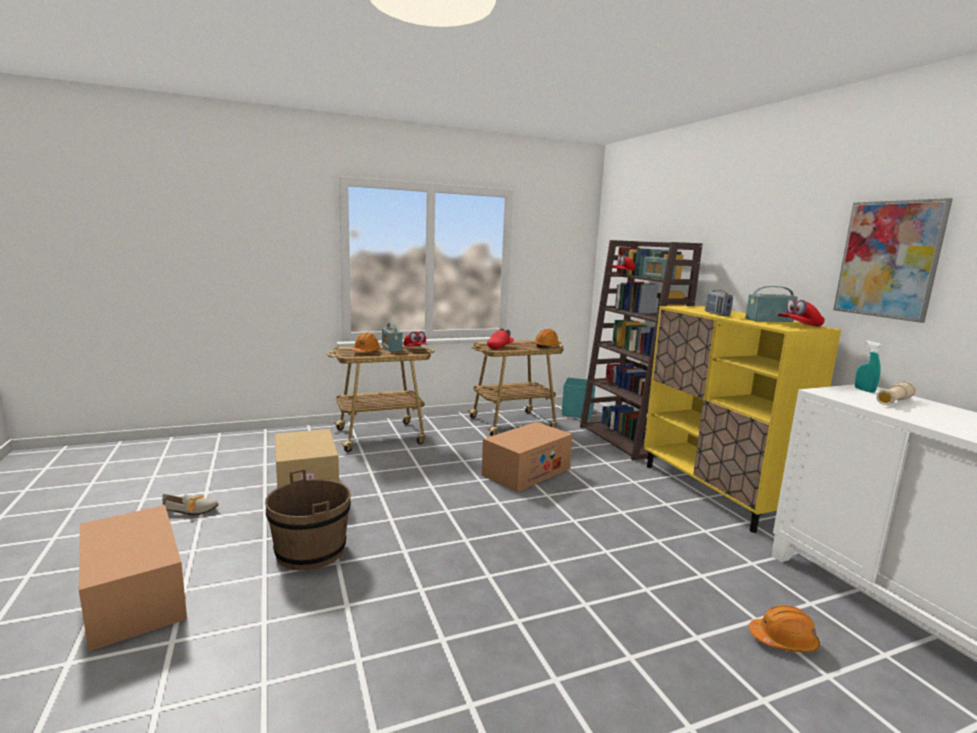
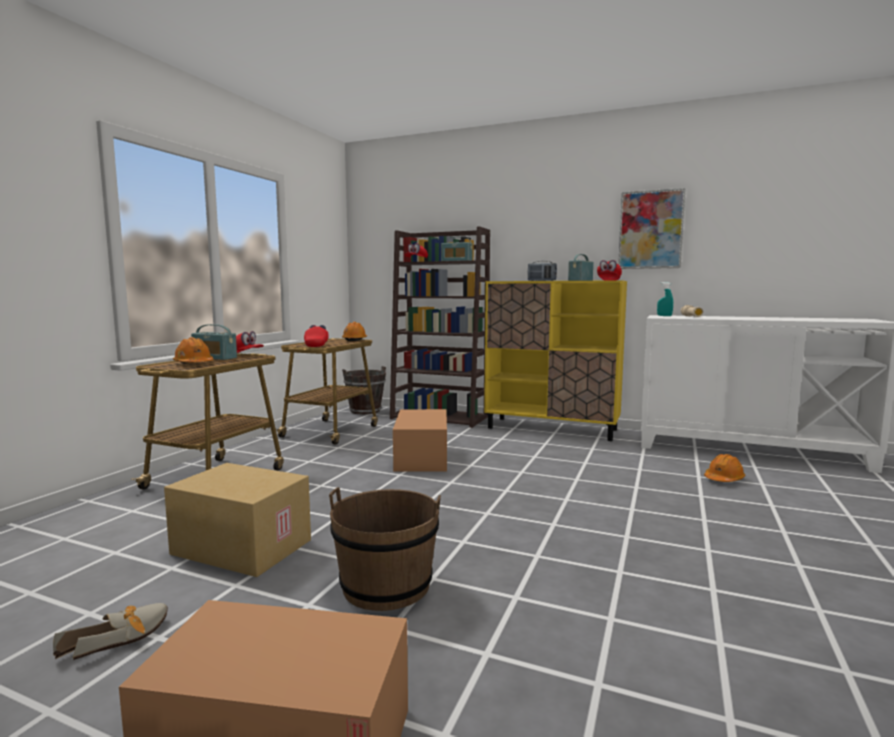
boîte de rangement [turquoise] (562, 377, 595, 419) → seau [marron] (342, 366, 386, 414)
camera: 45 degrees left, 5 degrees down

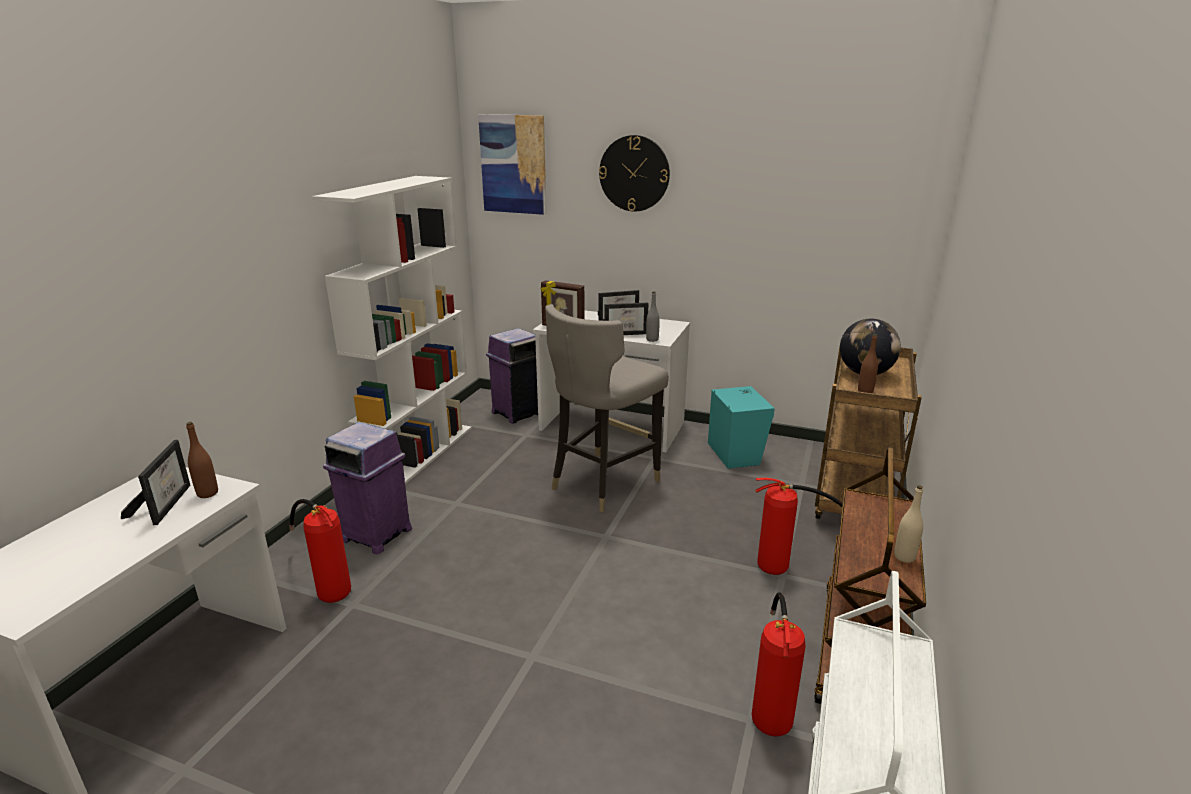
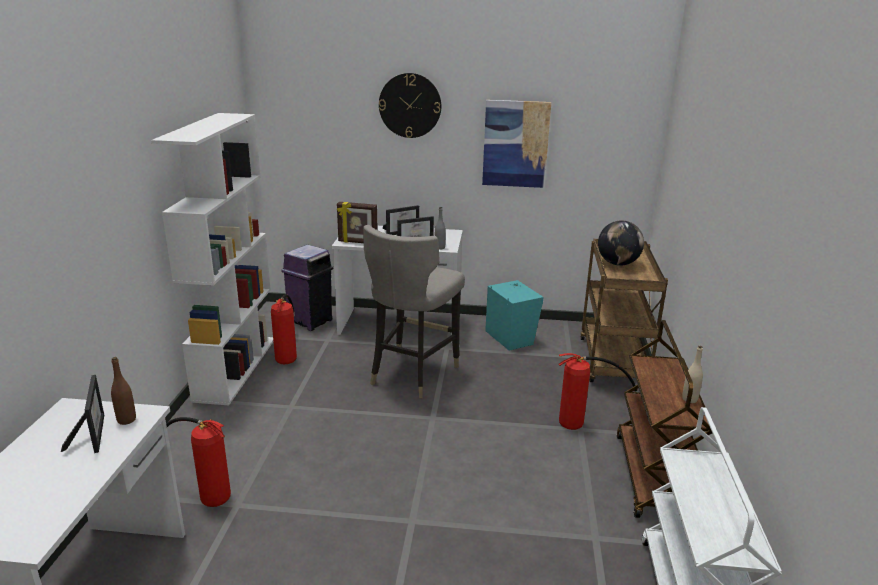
extincteur (752, 592, 806, 736) → extincteur (271, 294, 297, 364), shifted
tableau (478, 114, 547, 215) → tableau (482, 100, 551, 188), shifted
poubelle [violet] (323, 422, 412, 554) → -
bouteille [marron] (858, 334, 878, 393) → -
camera: 15 degrees left, 0 degrees up

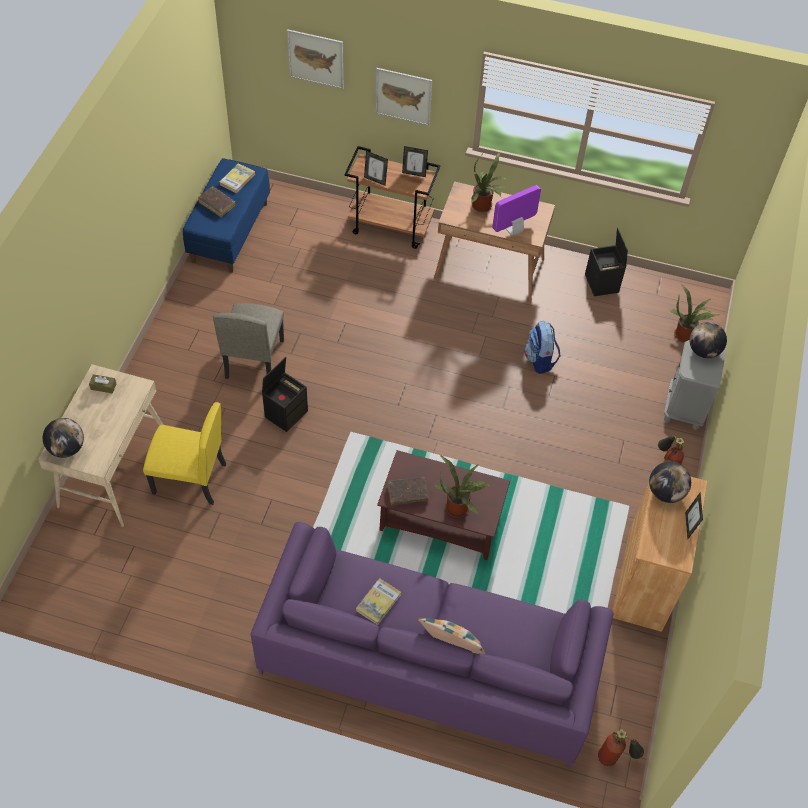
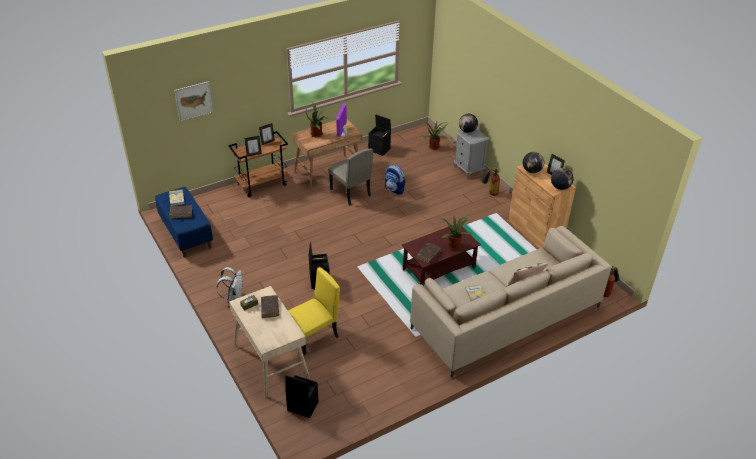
- → sac à dos [blanc] (216, 267, 243, 302)
- → livre [marron] (261, 295, 279, 318)
- → boîte de rangement [noir] (285, 375, 319, 418)
chaise [beige] (213, 303, 284, 379) → chaise [beige] (328, 149, 373, 206), shifted
canapé [violet] (250, 522, 613, 767) → canapé [beige] (410, 226, 612, 378)
globe (43, 418, 84, 458) → globe (551, 168, 574, 190), shifted
tableau (375, 68, 432, 126) → -
camera: 45 degrees left, 15 degrees down

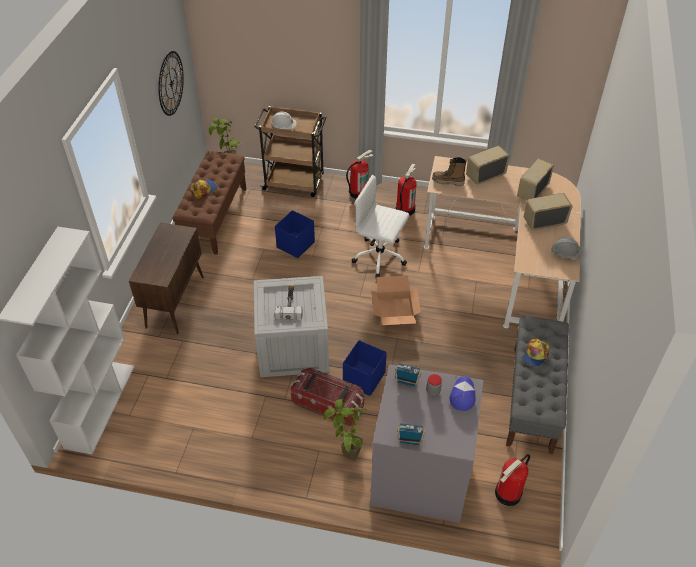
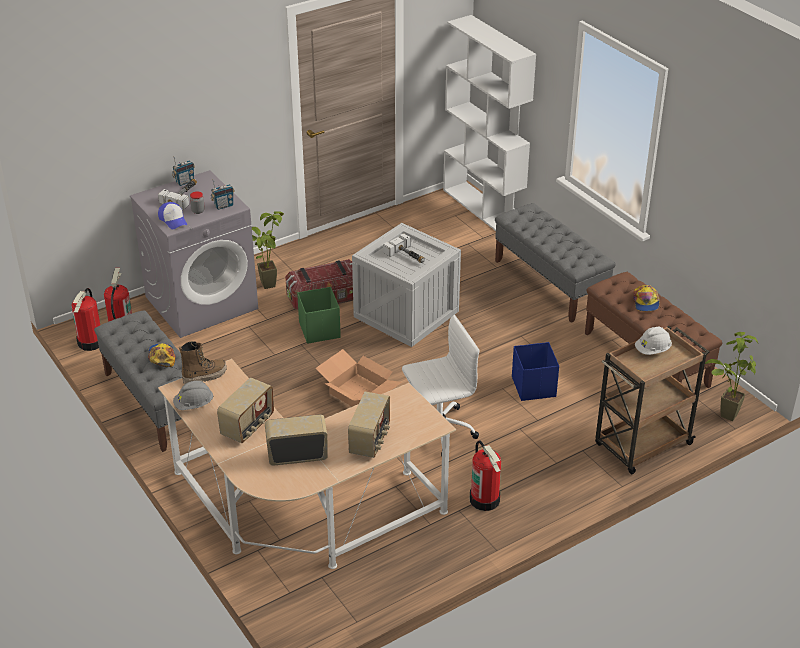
extincteur (346, 150, 373, 199) → extincteur (72, 288, 100, 351), shifted
- → marteau (158, 179, 197, 210)
botte (432, 157, 467, 187) → botte (179, 341, 227, 385), shifted
radio (517, 159, 554, 200) → radio (265, 414, 328, 466), 90 degrees counterclockwise
boîte de rangement [bleu] (343, 340, 387, 396) → boîte de rangement [vert] (297, 287, 341, 344)
meuble de rangement [marron] (129, 223, 204, 334) → banc [gris] (495, 203, 616, 323)
horloge murale (158, 51, 184, 116) → -
camera: 135 degrees right, 10 degrees down

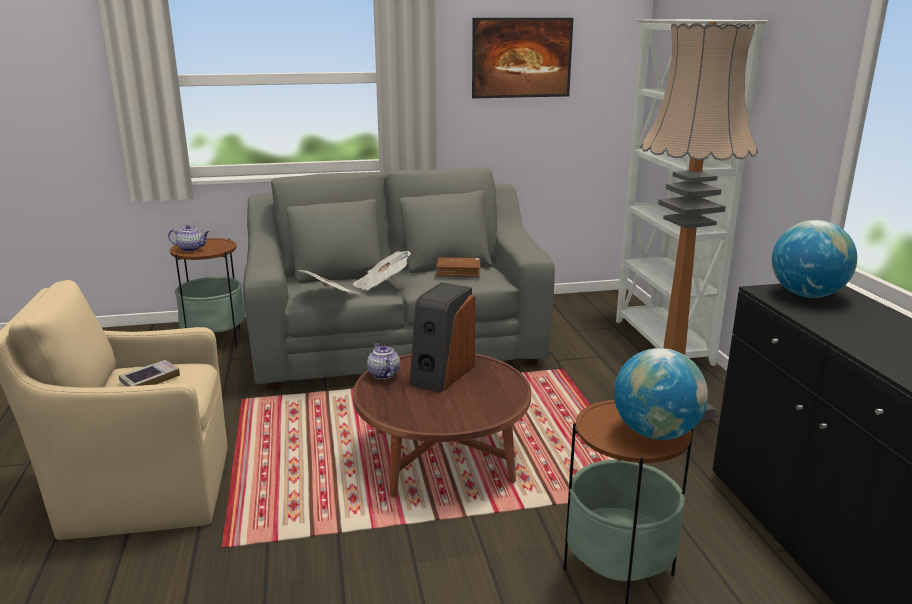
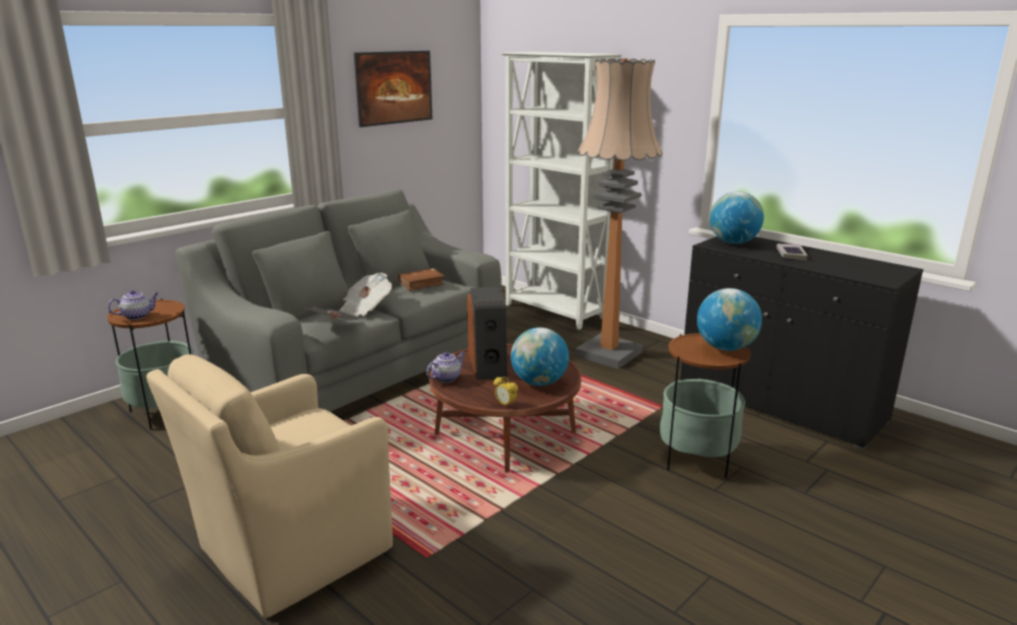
théière (367, 343, 400, 379) → théière (427, 352, 465, 383), 105 degrees clockwise
- → réveil (494, 377, 518, 408)
- → globe (511, 327, 569, 386)
livre (119, 360, 180, 387) → livre (776, 244, 808, 261), shifted
camera: 35 degrees left, 0 degrees up

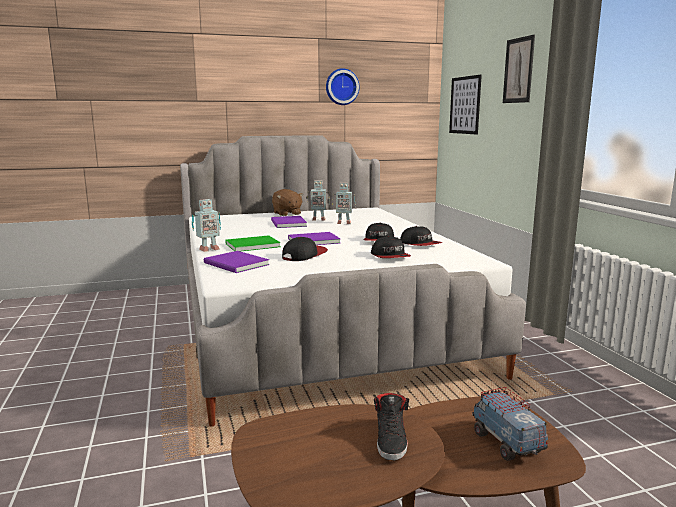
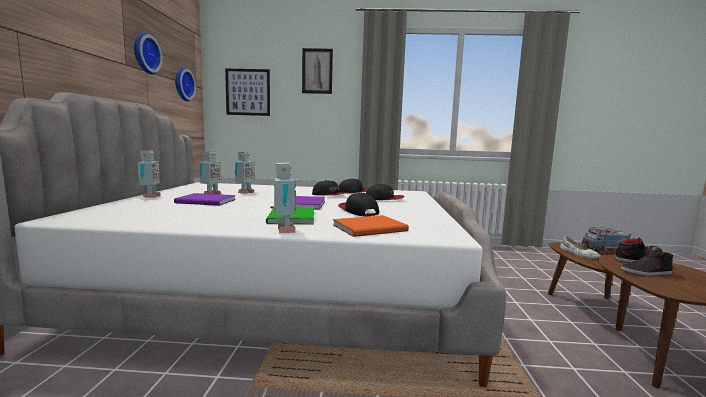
peluche [marron] (272, 189, 304, 216) → robot jouet (138, 151, 161, 198)
- → horloge murale (175, 67, 196, 101)
livre [violet] (204, 251, 270, 273) → livre [orange] (333, 215, 409, 237)
- → chaussure [blanc] (560, 236, 601, 258)
- → chaussure [noir] (621, 246, 673, 276)
camera: 70 degrees left, 5 degrees down

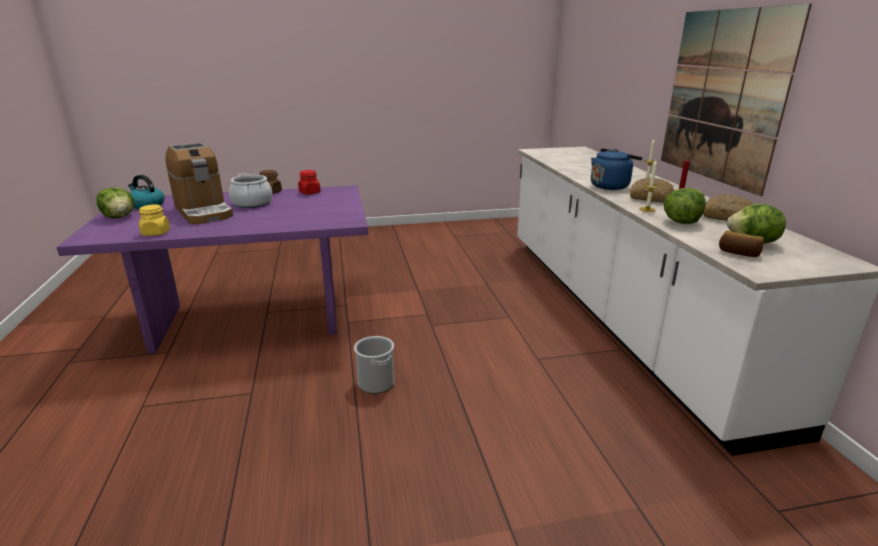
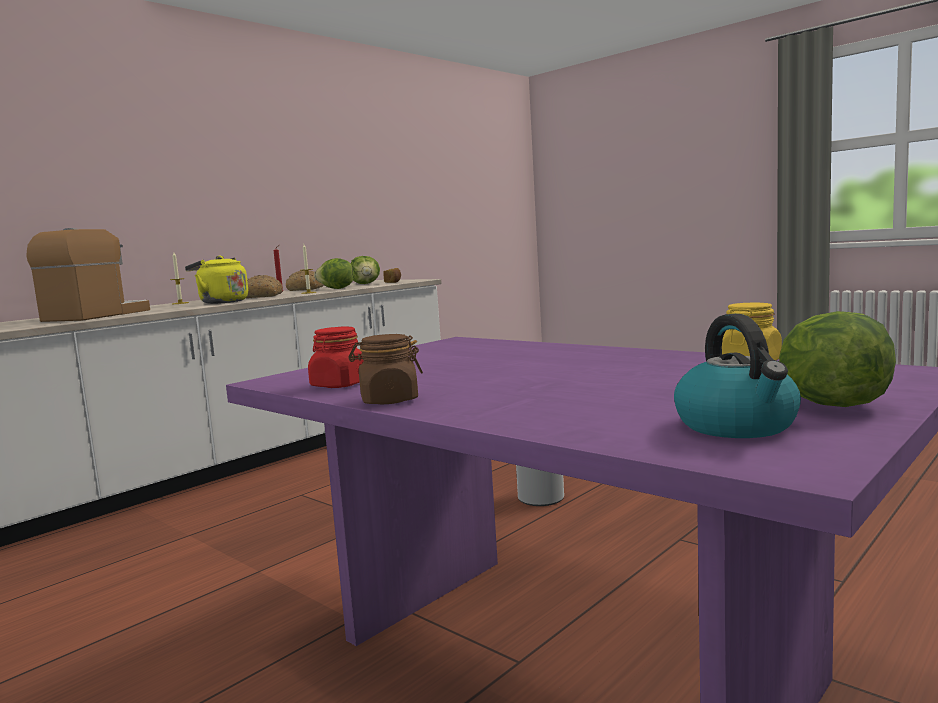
machine à café (165, 143, 233, 224) → machine à café (27, 228, 150, 322), shifted
bouilloire [bleu] (591, 148, 642, 190) → bouilloire [jaune] (185, 255, 248, 304)
marmite (229, 173, 272, 208) → -
tableau (661, 3, 812, 196) → -
camera: 125 degrees left, 15 degrees down

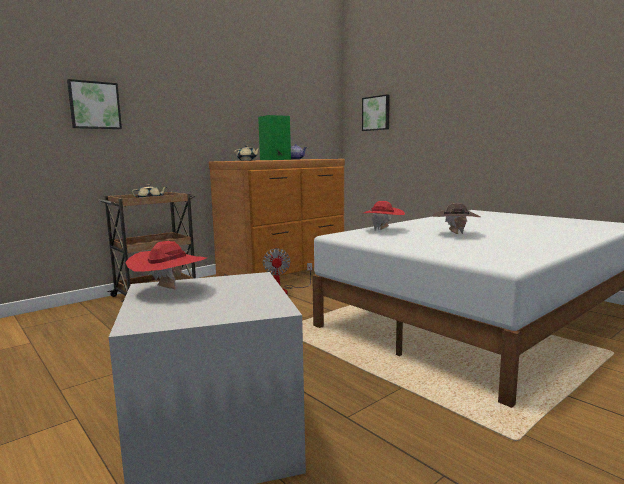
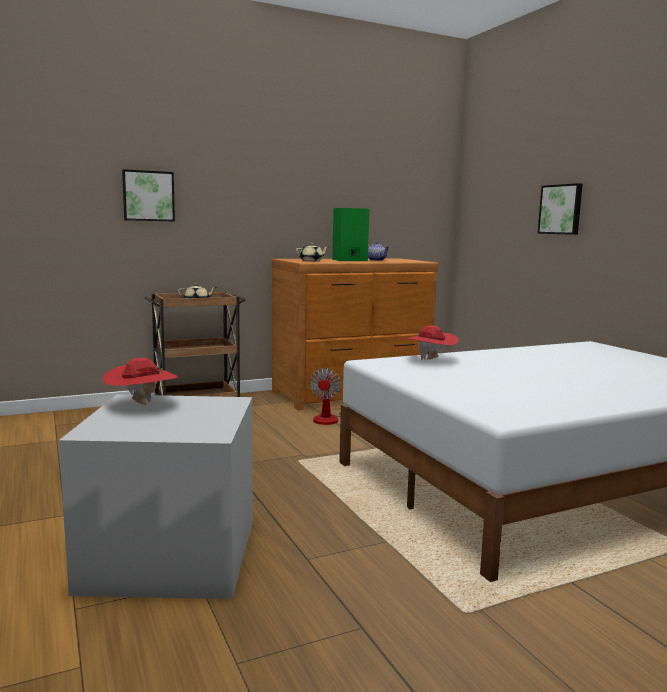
tableau (362, 94, 390, 131) → tableau (538, 183, 583, 235), shifted
chapeau [marron] (432, 203, 480, 234) → -
camera: 15 degrees right, 0 degrees up

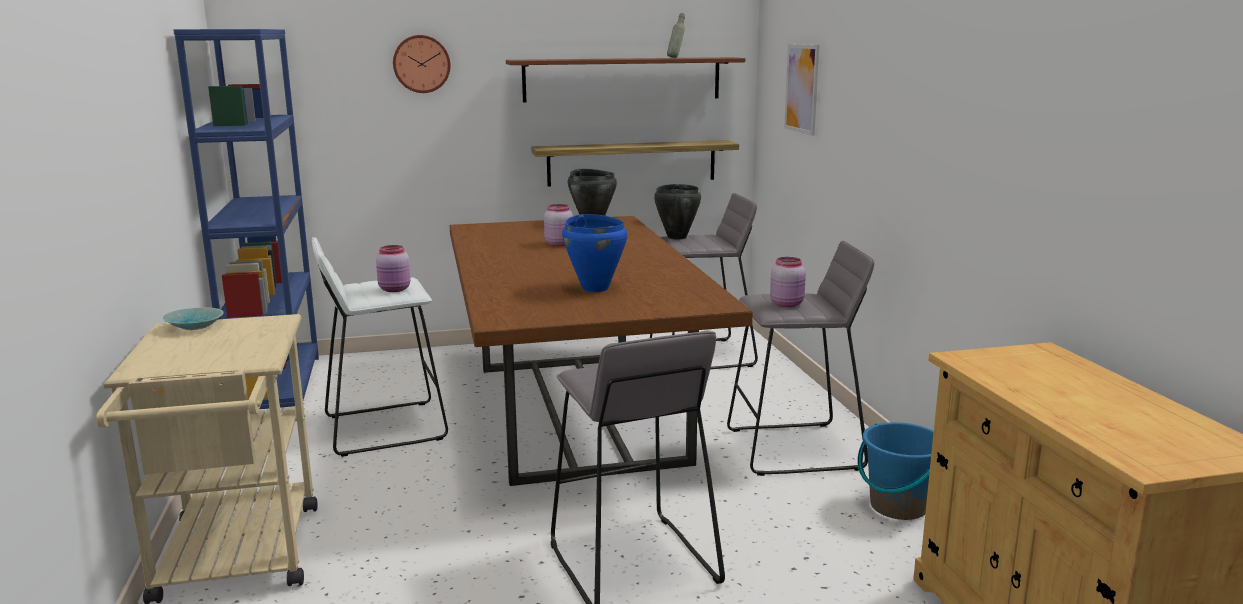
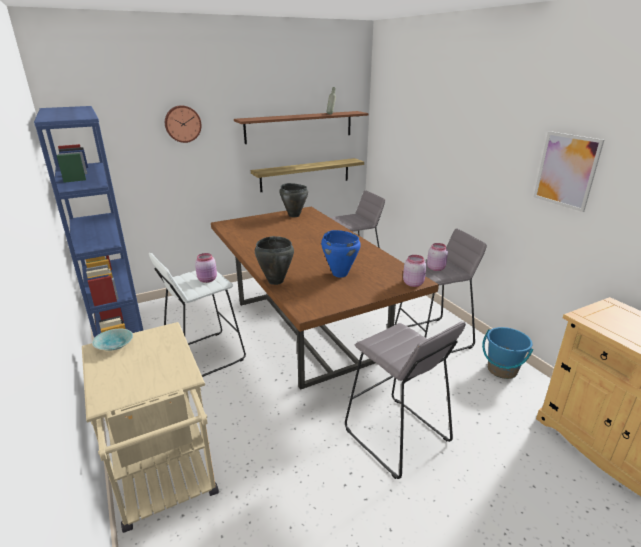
marmite [noir] (654, 184, 701, 240) → marmite [noir] (255, 236, 294, 285), shifted
bocal [rose] (544, 204, 573, 246) → bocal [rose] (403, 255, 426, 287), shifted
tableau (784, 44, 819, 135) → tableau (534, 131, 604, 212), shifted
camera: 15 degrees left, 10 degrees up

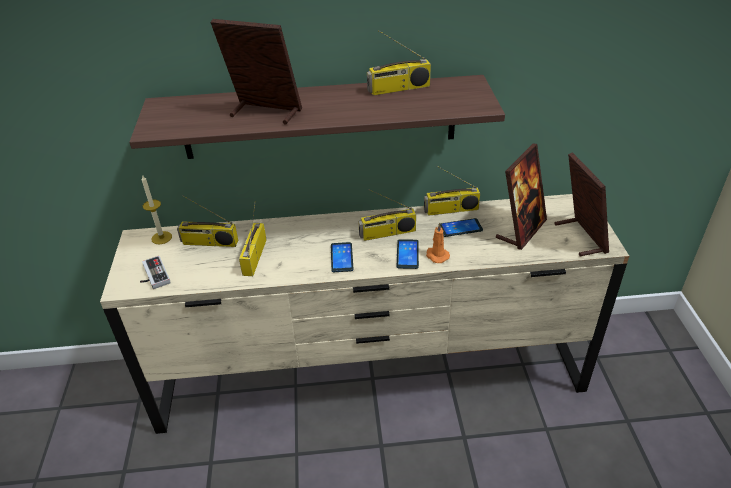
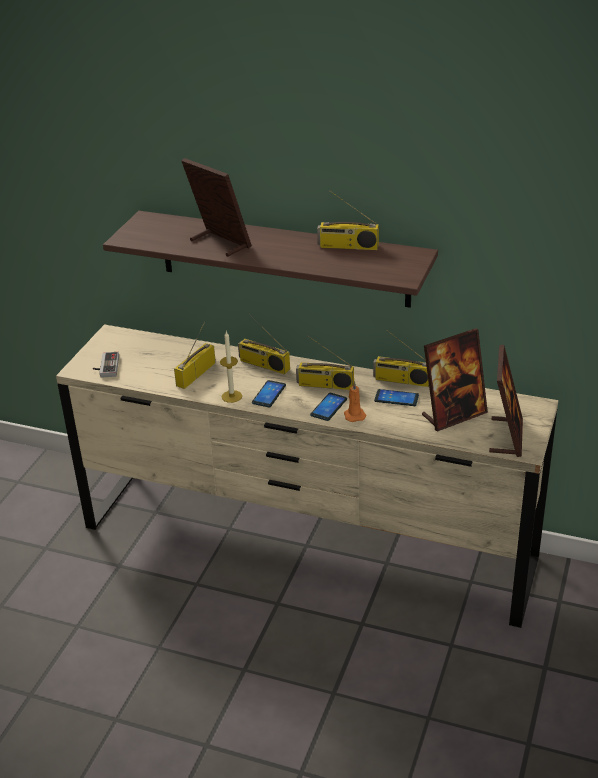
bougie (142, 176, 172, 244) → bougie (220, 331, 242, 403), shifted
radio (177, 196, 238, 247) → radio (238, 314, 290, 374), shifted
camera: 25 degrees right, 5 degrees down

